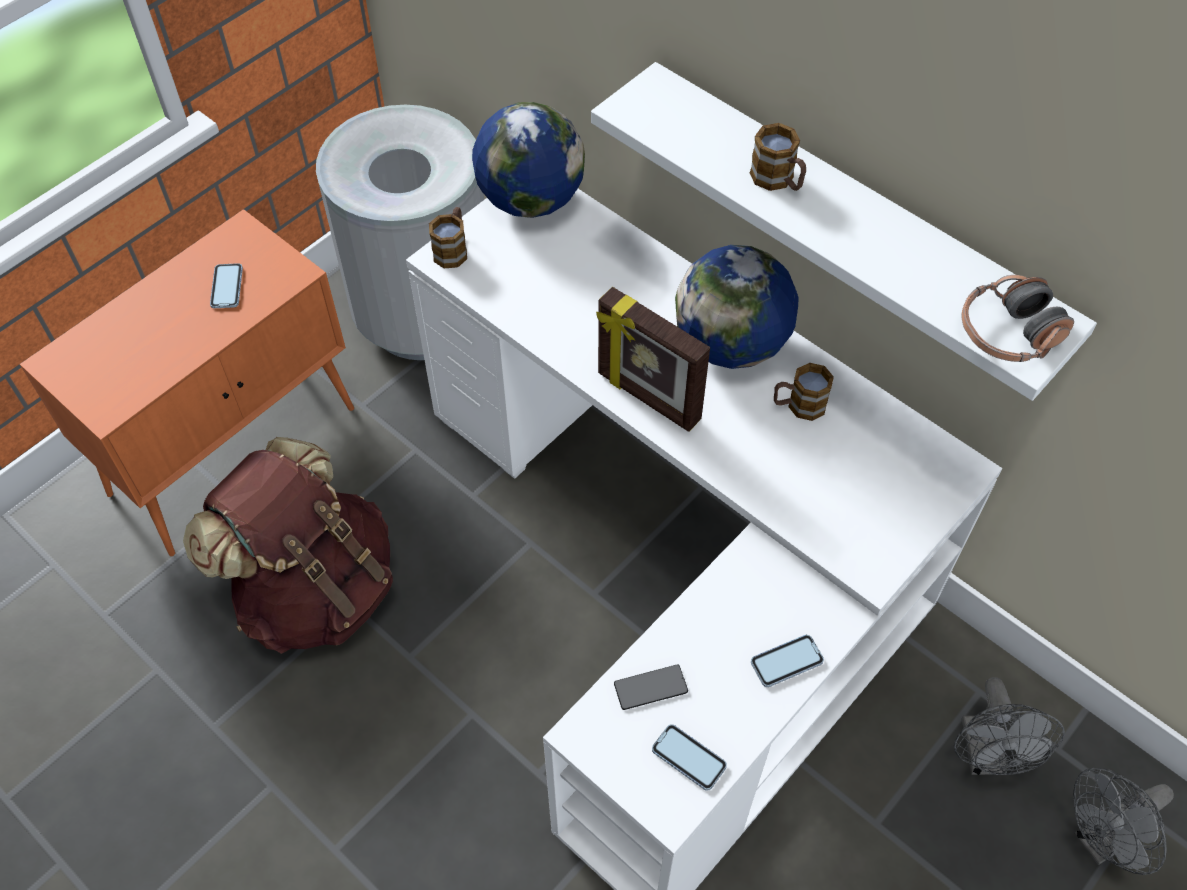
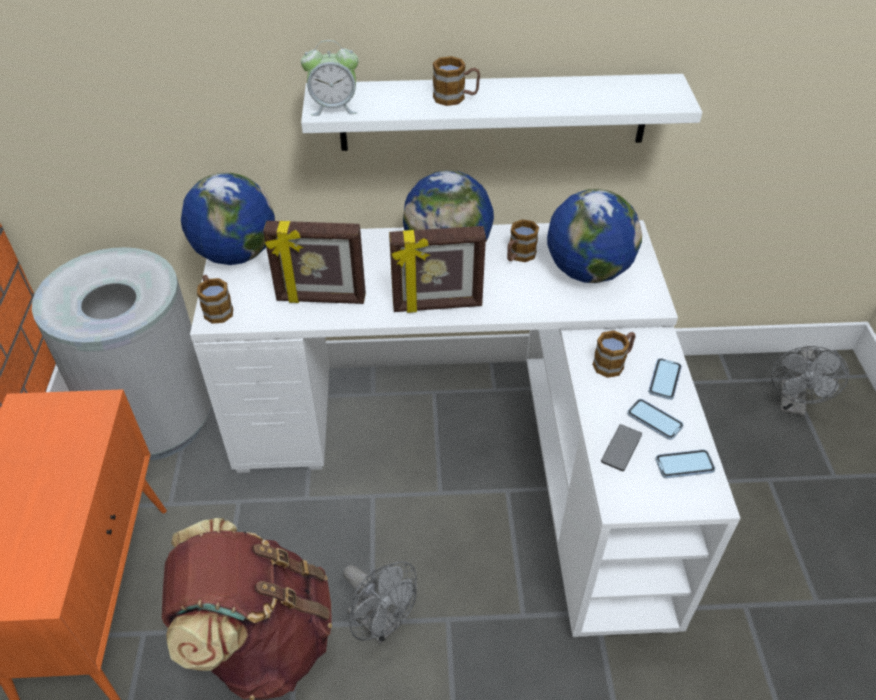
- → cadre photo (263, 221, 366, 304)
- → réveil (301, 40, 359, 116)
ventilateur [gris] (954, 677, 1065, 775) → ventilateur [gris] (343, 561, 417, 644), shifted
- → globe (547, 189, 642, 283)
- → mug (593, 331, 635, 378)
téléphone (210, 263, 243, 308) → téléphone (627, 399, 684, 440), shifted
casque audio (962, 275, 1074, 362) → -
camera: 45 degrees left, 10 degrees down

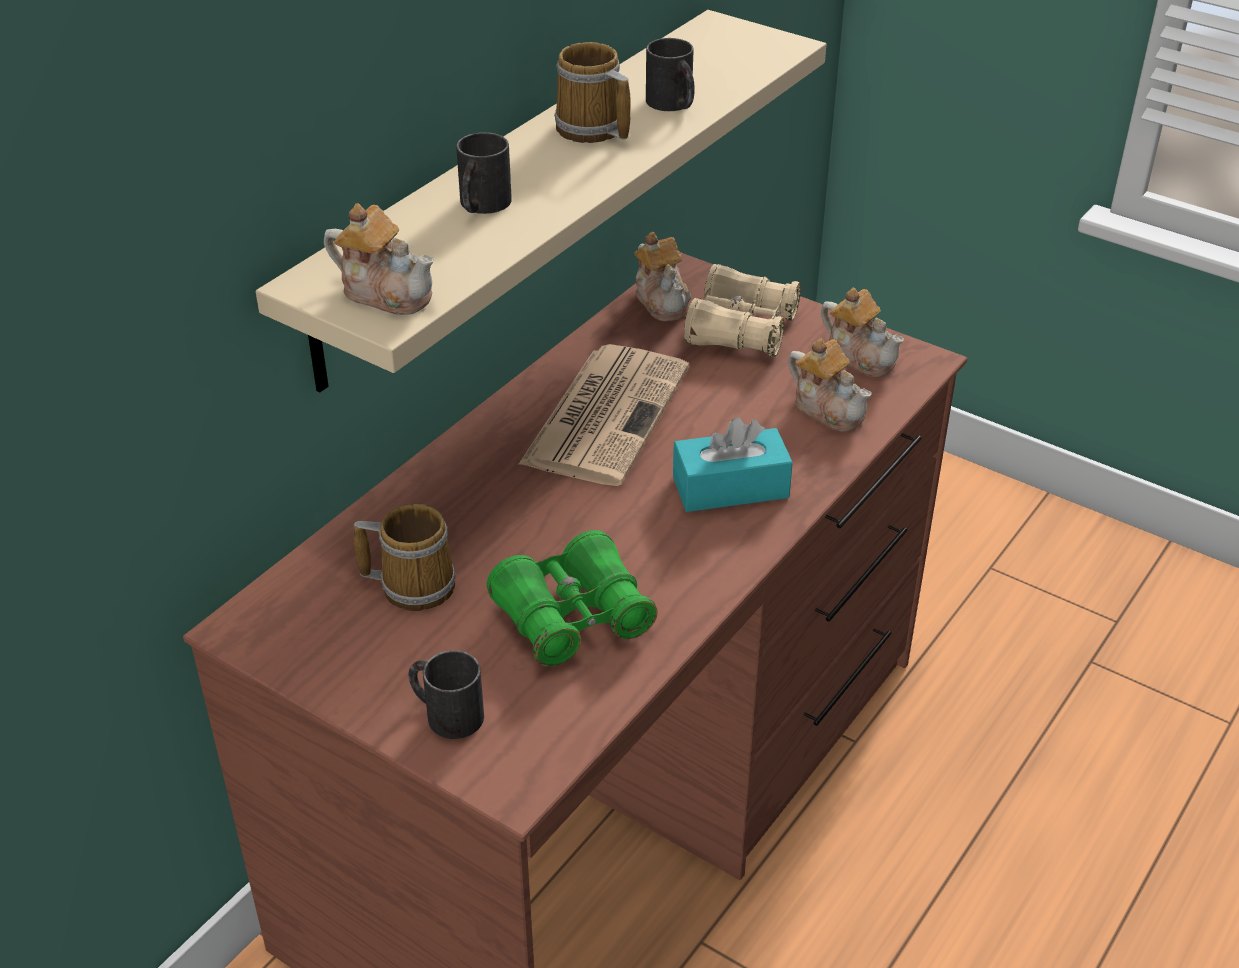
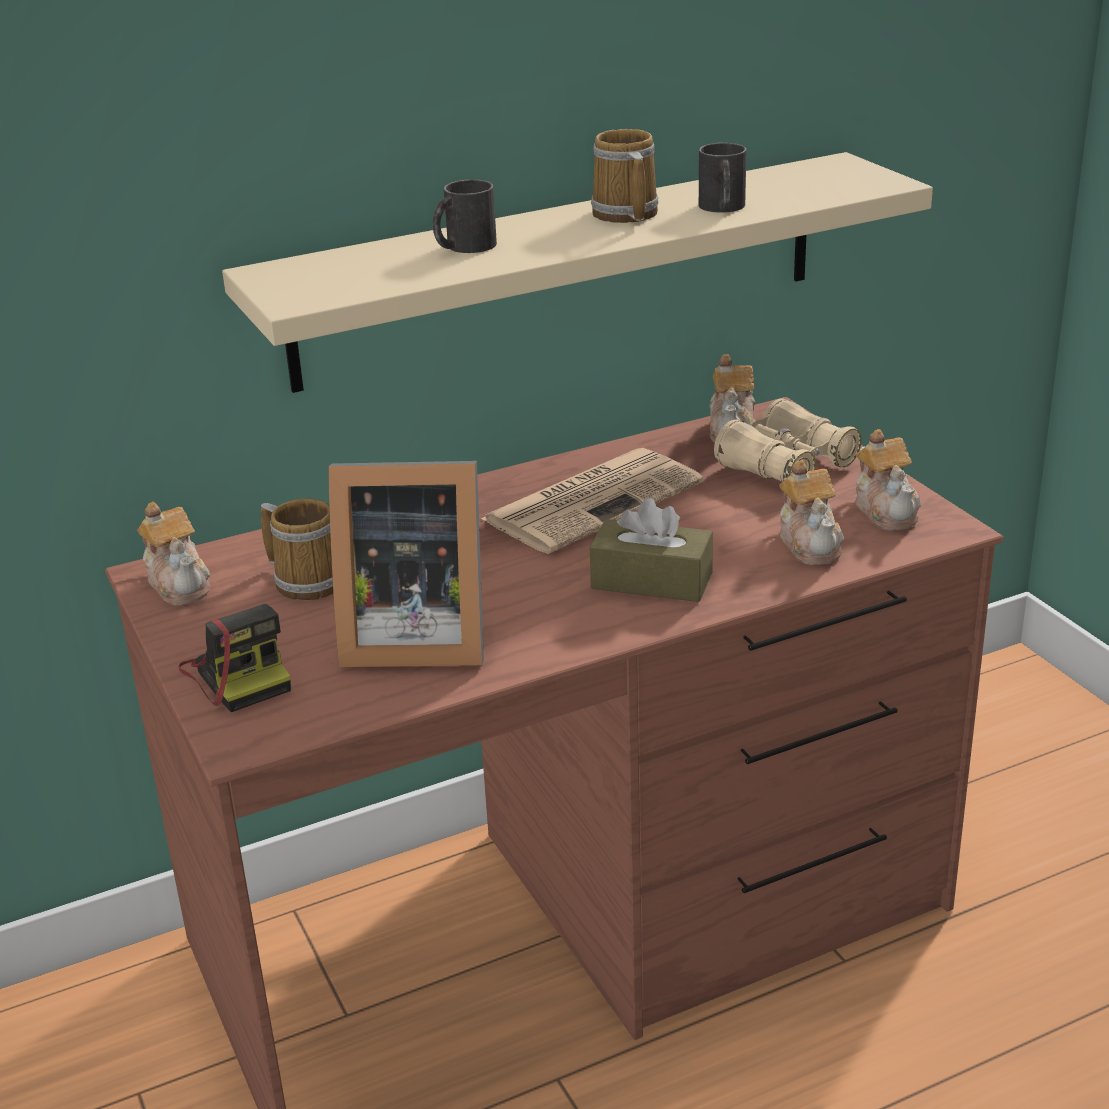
théière (324, 203, 434, 315) → théière (137, 502, 210, 606), shifted
mug [noir] (408, 650, 484, 739) → appareil photo (179, 604, 291, 712)
jumelles [vert] (487, 530, 658, 667) → cadre photo (328, 461, 484, 667)
boîte à mouchoirs [turquoise] (673, 417, 793, 512) → boîte à mouchoirs [marron] (590, 498, 713, 602)
camera: 30 degrees right, 10 degrees down

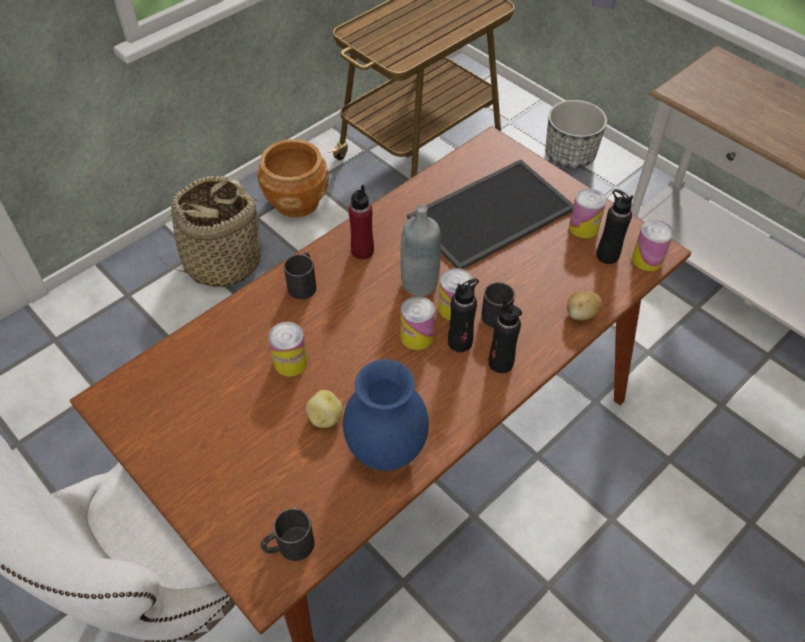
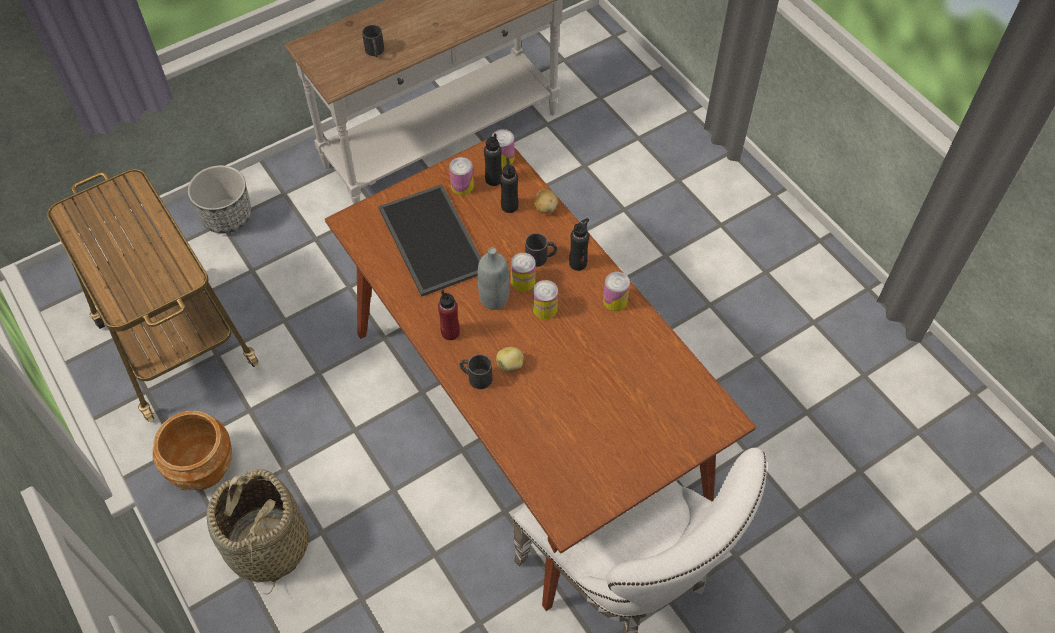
mug [noir] (261, 508, 315, 561) → mug [noir] (362, 25, 384, 57), shifted
pomme de terre (306, 390, 343, 428) → pomme de terre (496, 347, 523, 371), shifted
bouteille [noir] (448, 278, 479, 352) → bouteille [noir] (500, 158, 519, 213), shifted
boîte métallique (268, 322, 308, 377) → boîte métallique (603, 272, 630, 311), shifted
vase [bleu] (343, 359, 429, 471) → -
camera: 80 degrees left, 5 degrees up

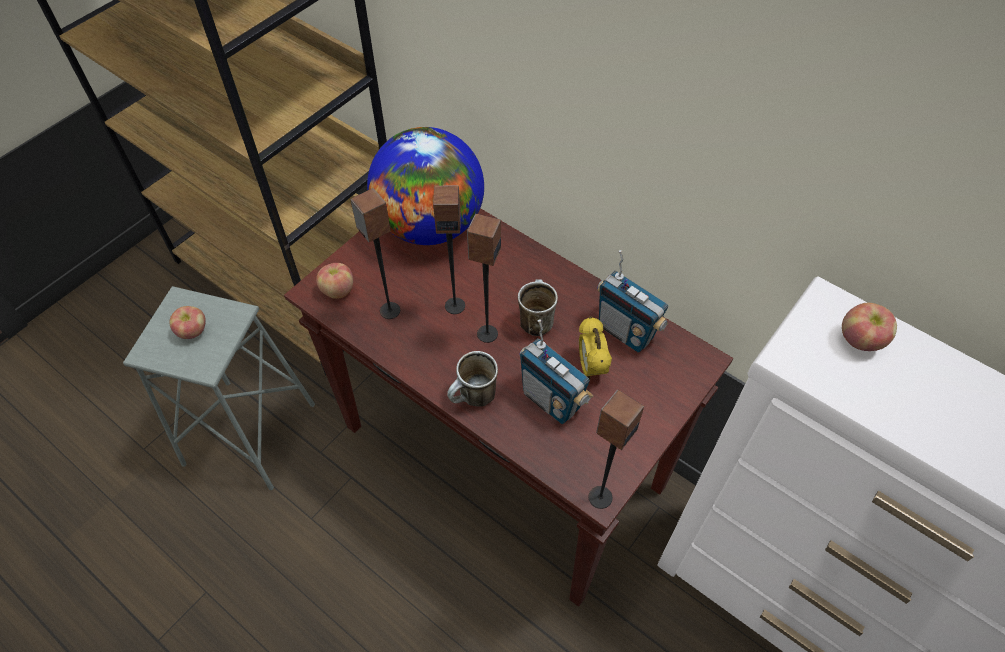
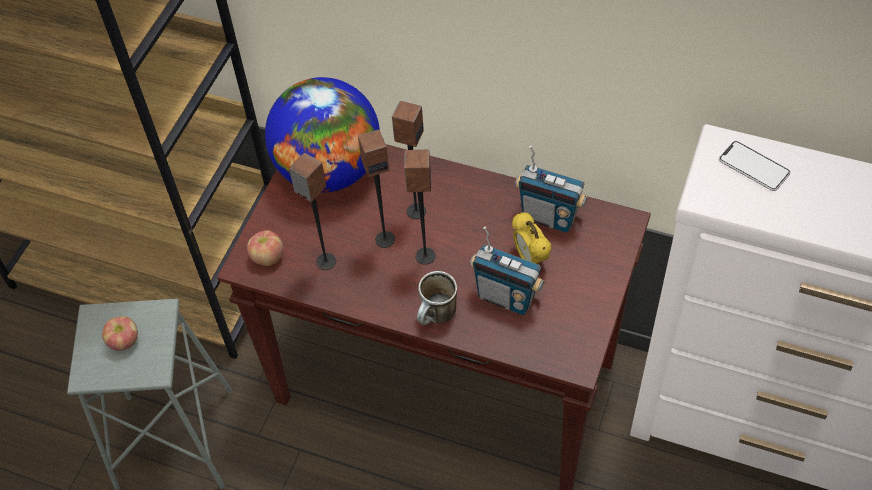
enceinte (589, 389, 644, 509) → enceinte (392, 101, 426, 219), shifted
pomme (842, 303, 897, 351) → téléphone (719, 141, 790, 191)
mug (518, 279, 558, 337) → -
camera: 15 degrees left, 0 degrees up

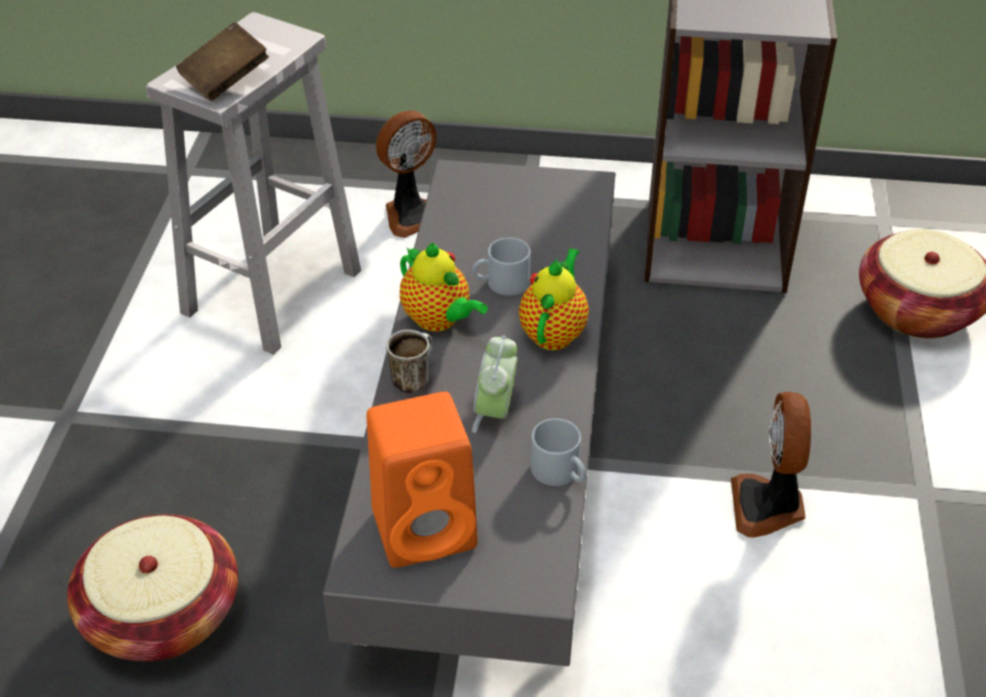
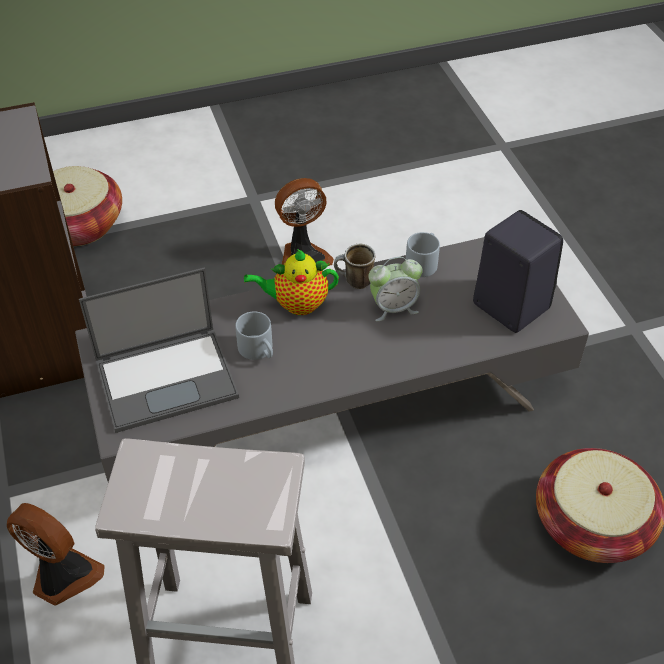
- → ordinateur portable (79, 268, 239, 433)
mug (386, 330, 432, 393) → mug (334, 244, 375, 289), shifted
enceinte [orange] (367, 392, 477, 568) → enceinte [noir] (473, 210, 563, 333)
livre [marron] (176, 22, 269, 101) → -
théière (400, 243, 488, 331) → -
camera: 115 degrees left, 5 degrees up

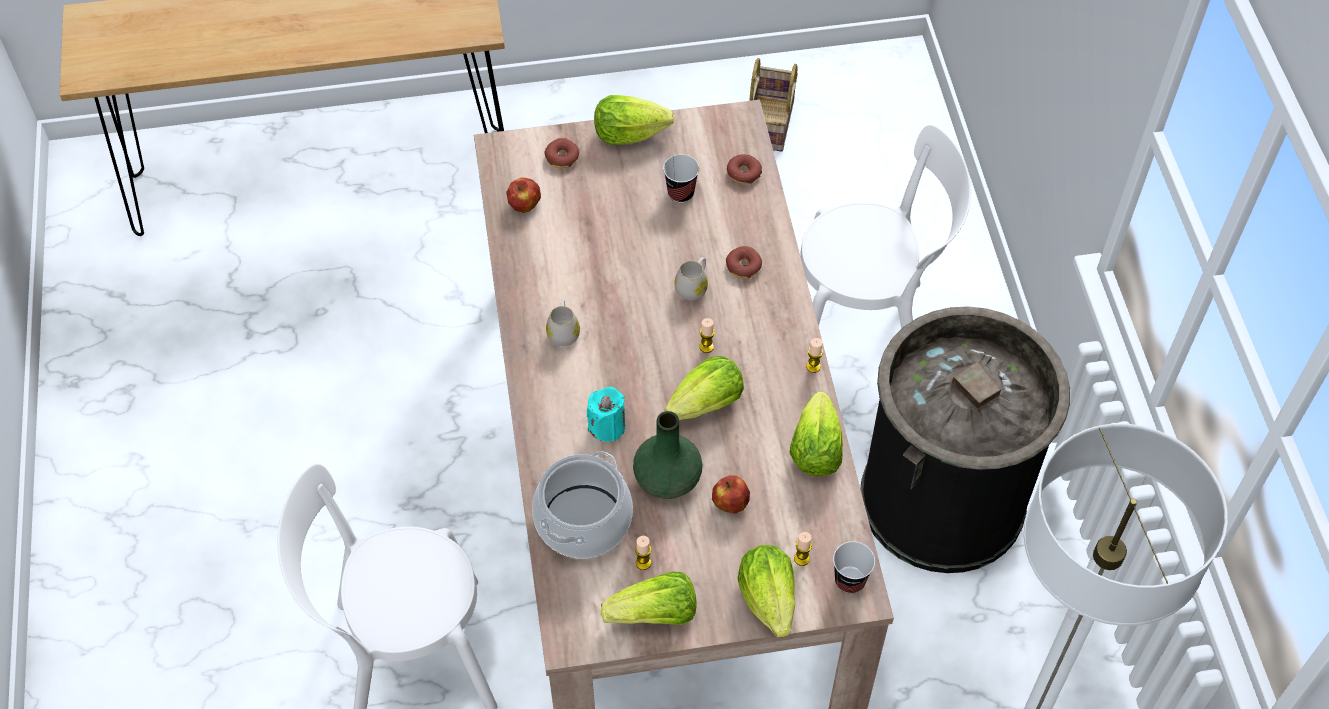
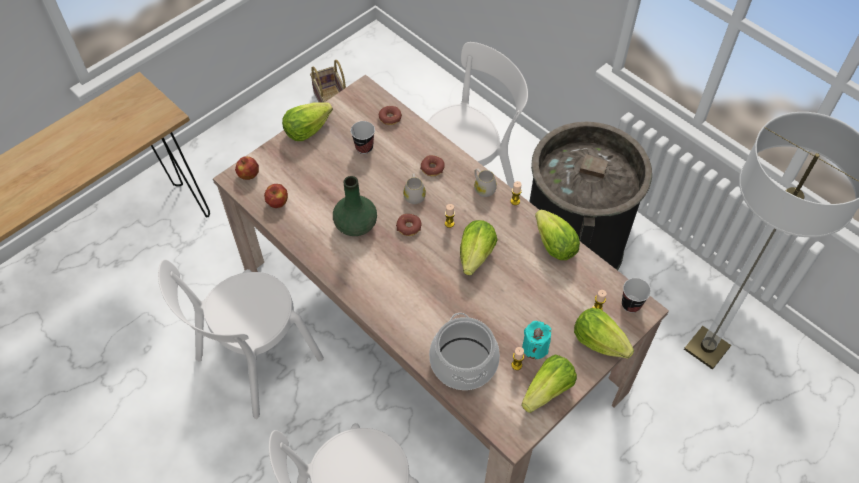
- → chaise [blanc] (158, 259, 324, 419)
pomme (712, 475, 750, 514) → pomme (235, 156, 259, 180), shifted
vase [vert] (633, 411, 702, 499) → vase [vert] (333, 176, 377, 236), shifted
beignet (544, 138, 579, 168) → beignet (396, 214, 421, 236), shifted
mug [blanc] (546, 300, 580, 346) → mug [blanc] (474, 168, 497, 197), shifted
bougie [turquoise] (587, 387, 626, 441) → bougie [turquoise] (522, 321, 551, 359), shifted
camera: 35 degrees left, 0 degrees up

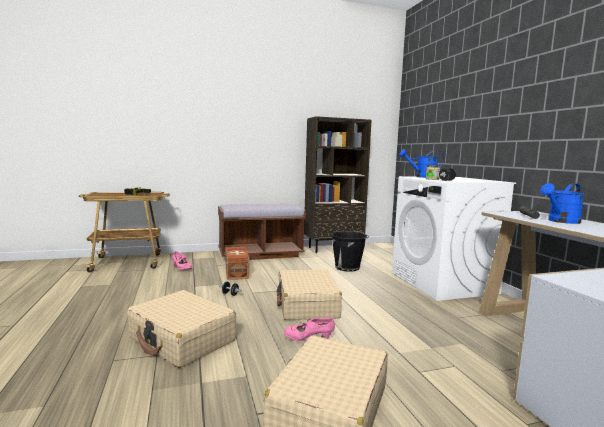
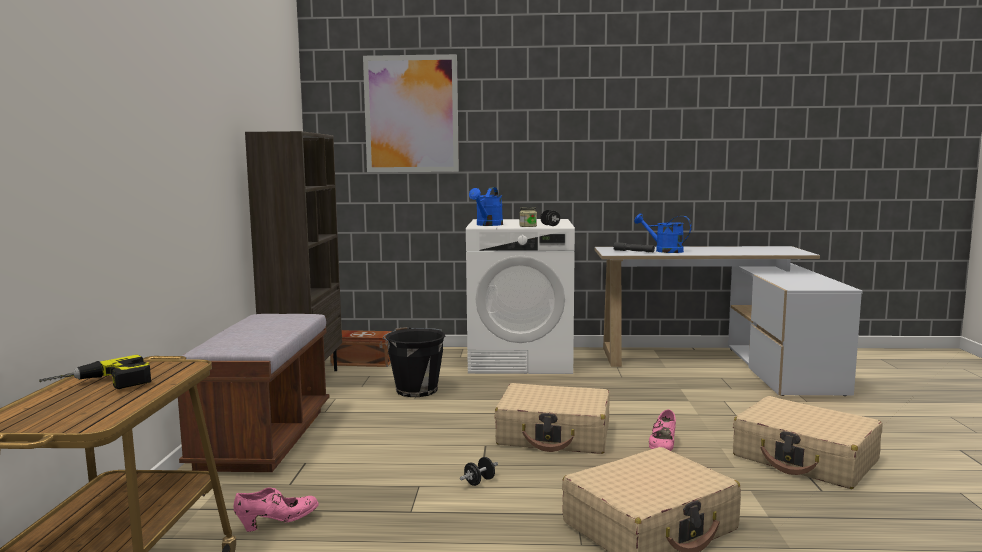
boîte de rangement [marron] (225, 247, 249, 280) → boîte de rangement [marron] (330, 330, 392, 367), shifted
- → tableau (363, 54, 459, 172)
arrosoir [bleu] (540, 183, 584, 224) → arrosoir [bleu] (634, 213, 691, 253), 135 degrees clockwise
camera: 70 degrees left, 0 degrees up

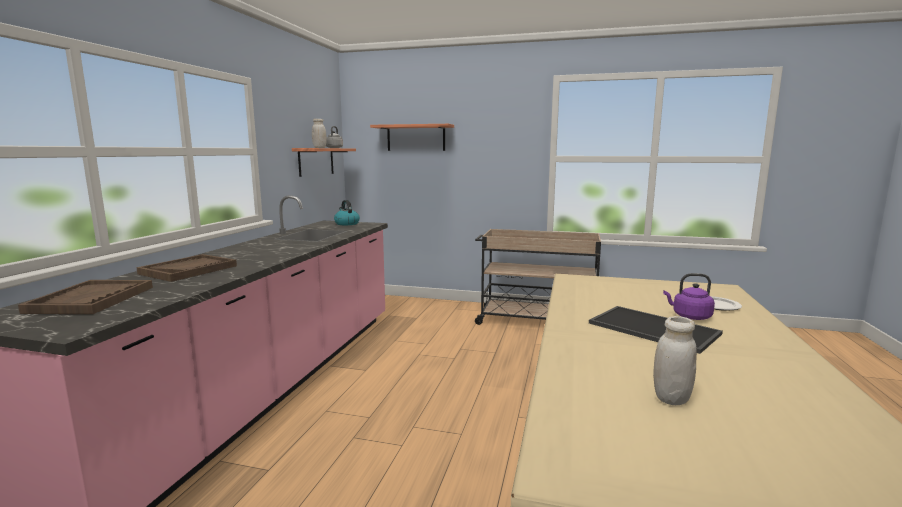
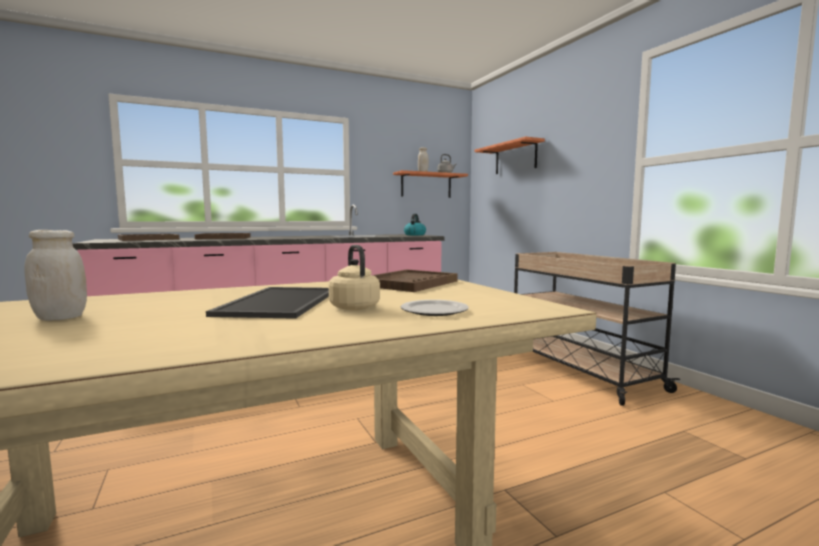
bouilloire [violet] (663, 273, 715, 320) → bouilloire [beige] (329, 245, 380, 310)
- → plateau [marron] (373, 269, 458, 292)
camera: 50 degrees right, 5 degrees down

